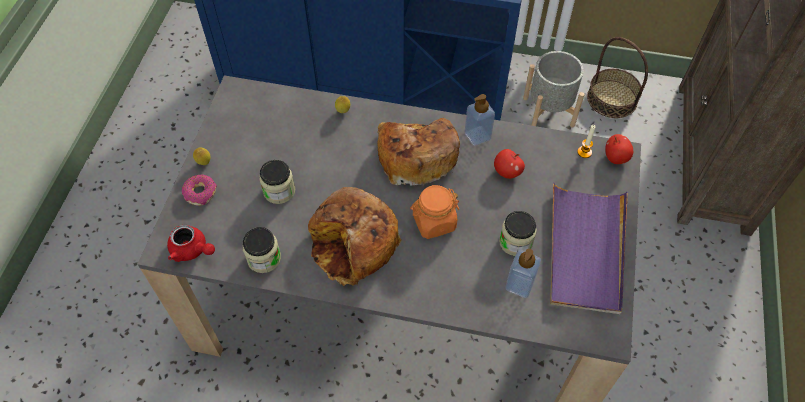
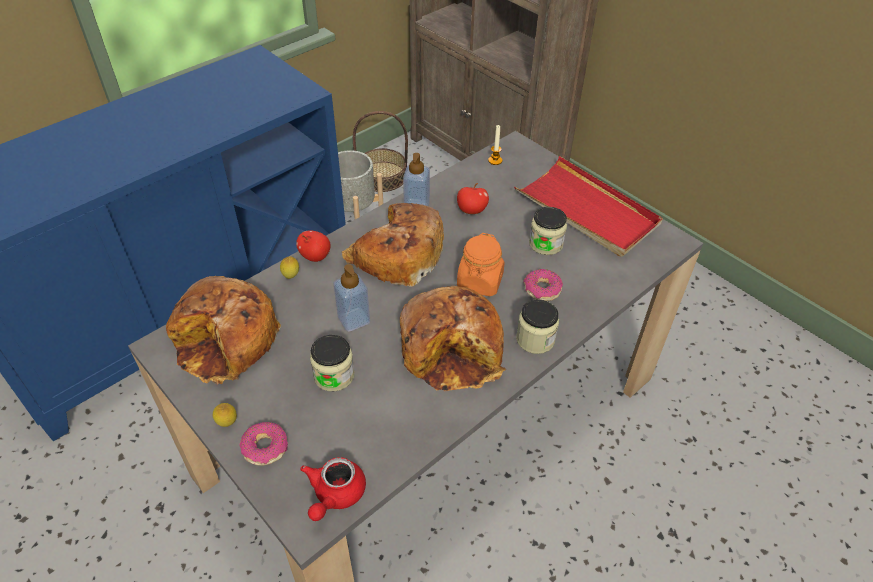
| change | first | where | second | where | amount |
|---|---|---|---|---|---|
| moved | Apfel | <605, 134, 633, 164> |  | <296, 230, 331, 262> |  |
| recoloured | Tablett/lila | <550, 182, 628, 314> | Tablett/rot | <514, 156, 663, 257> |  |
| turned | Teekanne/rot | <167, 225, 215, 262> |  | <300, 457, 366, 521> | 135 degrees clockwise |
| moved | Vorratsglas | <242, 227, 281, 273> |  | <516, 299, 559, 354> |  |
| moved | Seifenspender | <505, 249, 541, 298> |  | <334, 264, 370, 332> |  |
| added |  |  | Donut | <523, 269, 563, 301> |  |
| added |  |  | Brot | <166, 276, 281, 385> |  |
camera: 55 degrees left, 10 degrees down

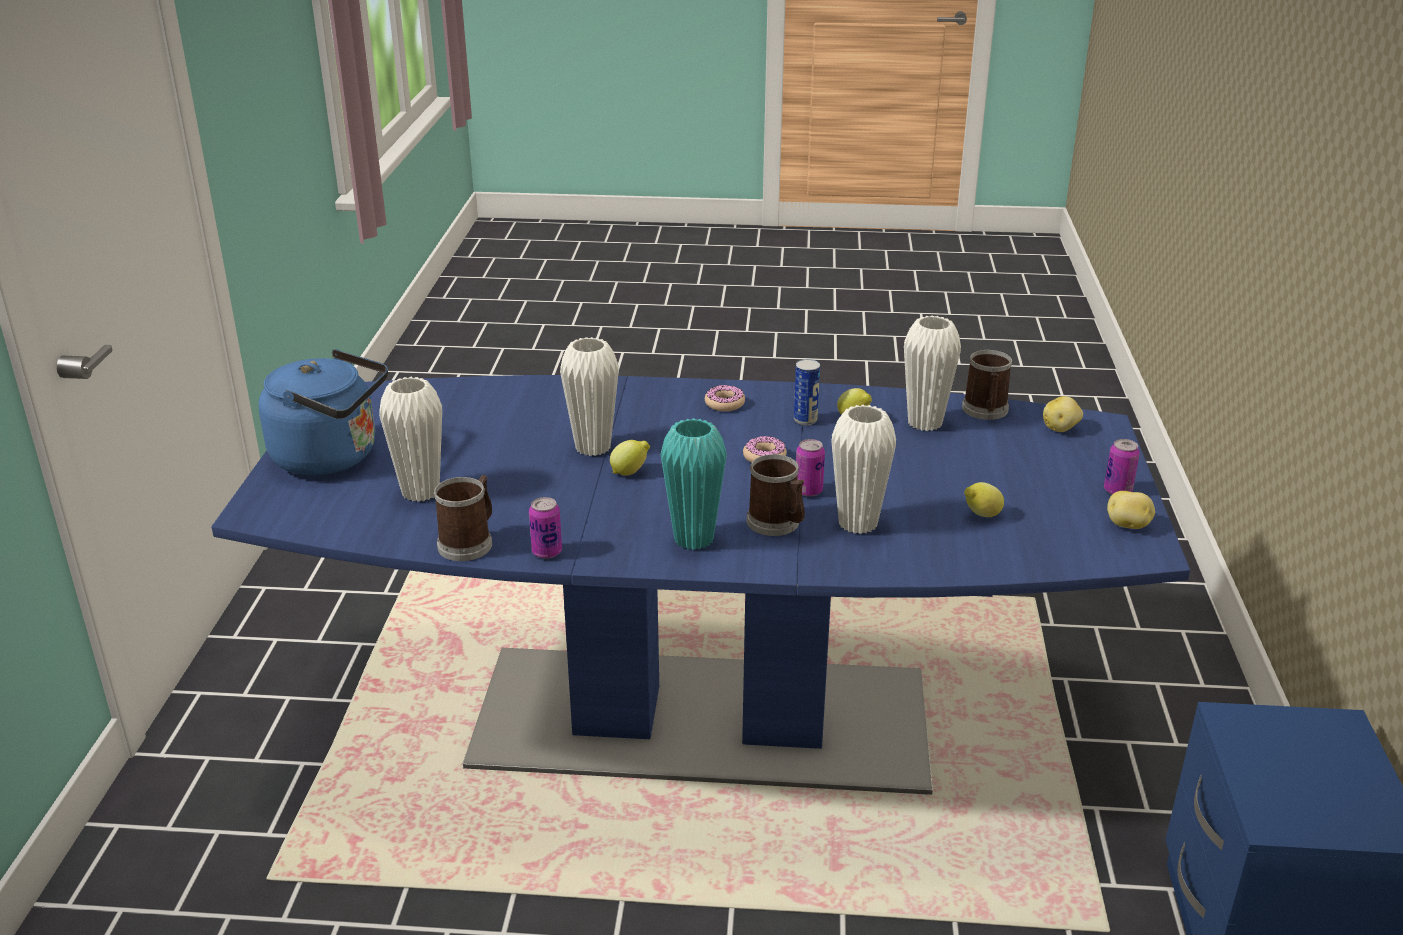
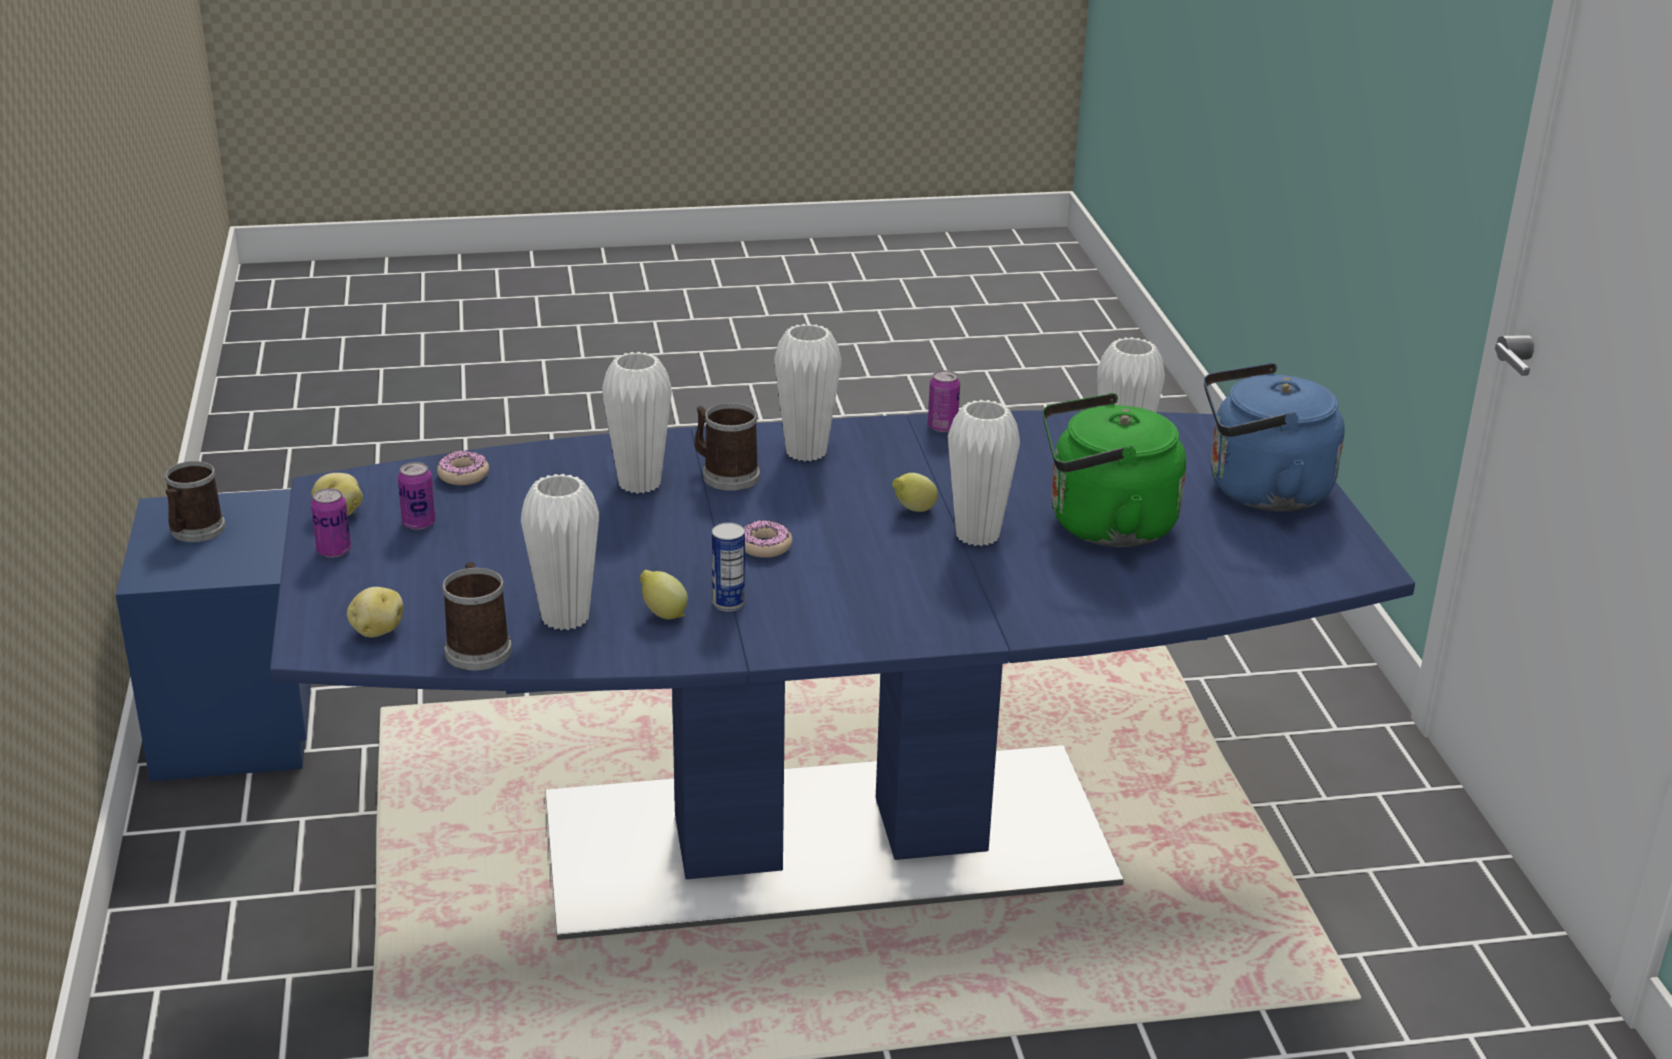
| change | first | where | second | where | amount |
|---|---|---|---|---|---|
| moved | Donut | <705, 385, 745, 411> |  | <437, 450, 489, 485> |  |
| recoloured | Vase/türkis | <661, 418, 727, 550> | Vase/weiß | <774, 324, 842, 462> |  |
| moved | Dose | <796, 439, 825, 497> |  | <398, 462, 436, 530> |  |
| moved | Henkelbecher | <433, 475, 492, 561> |  | <164, 461, 226, 542> |  |
| removed | Zitrone | <964, 482, 1004, 517> |  |  |  |
| added |  |  | Wasserkessel/grün | <1043, 393, 1186, 547> |  |
camera: 165 degrees right, 0 degrees up

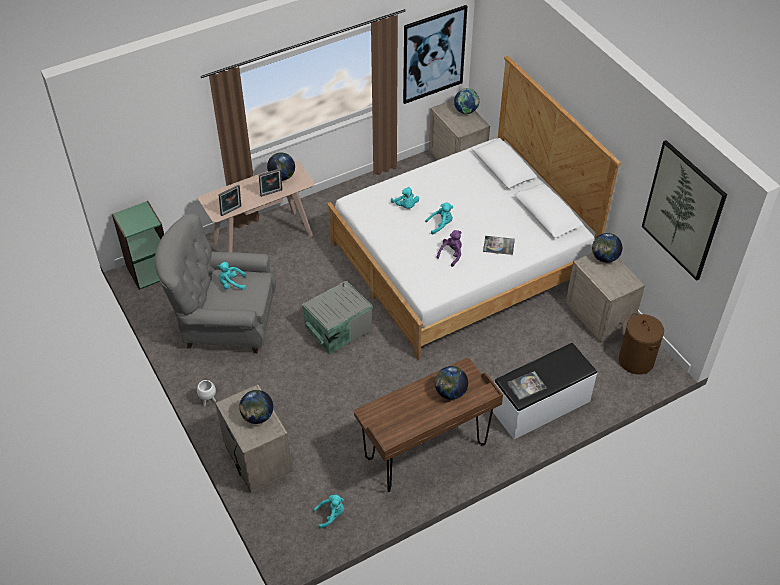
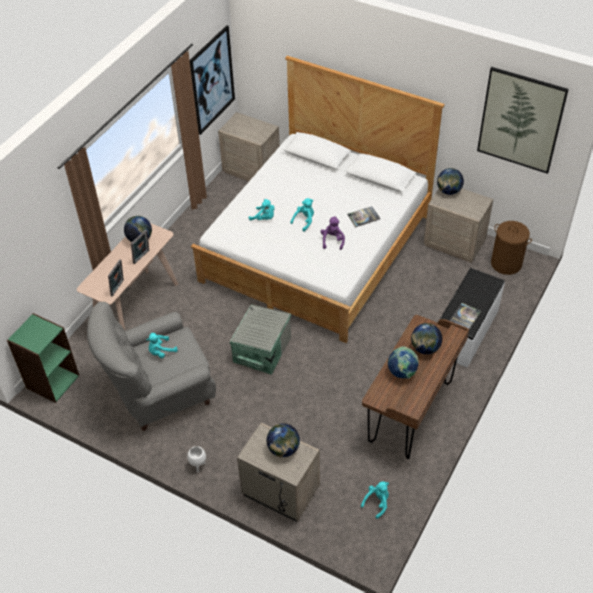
| change | first | where | second | where | amount |
|---|---|---|---|---|---|
| moved | Globus | <454, 88, 479, 115> |  | <388, 346, 419, 379> |  |
camera: 30 degrees left, 0 degrees up

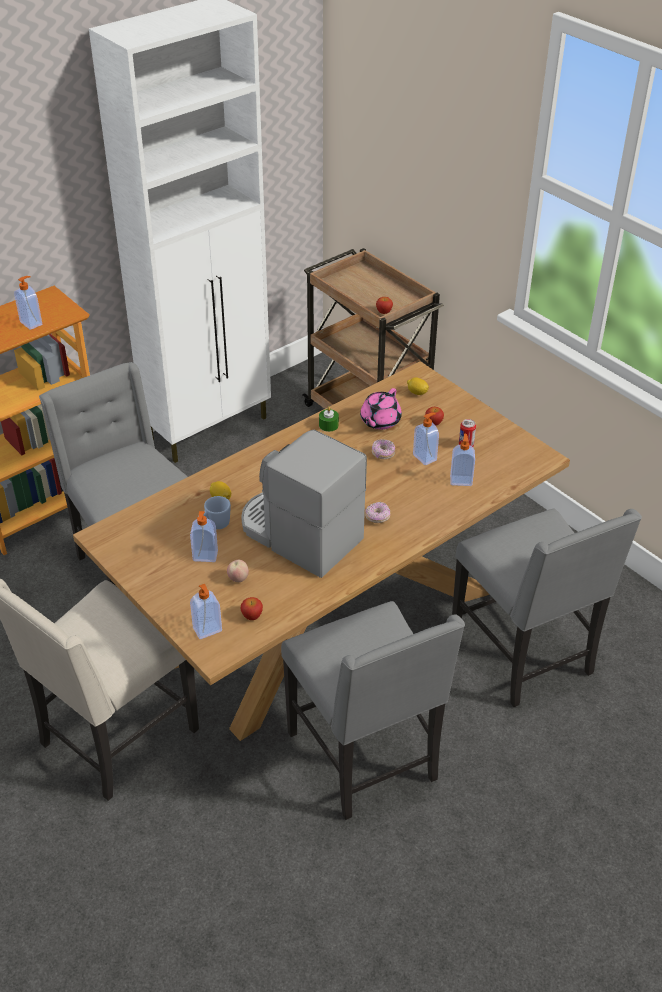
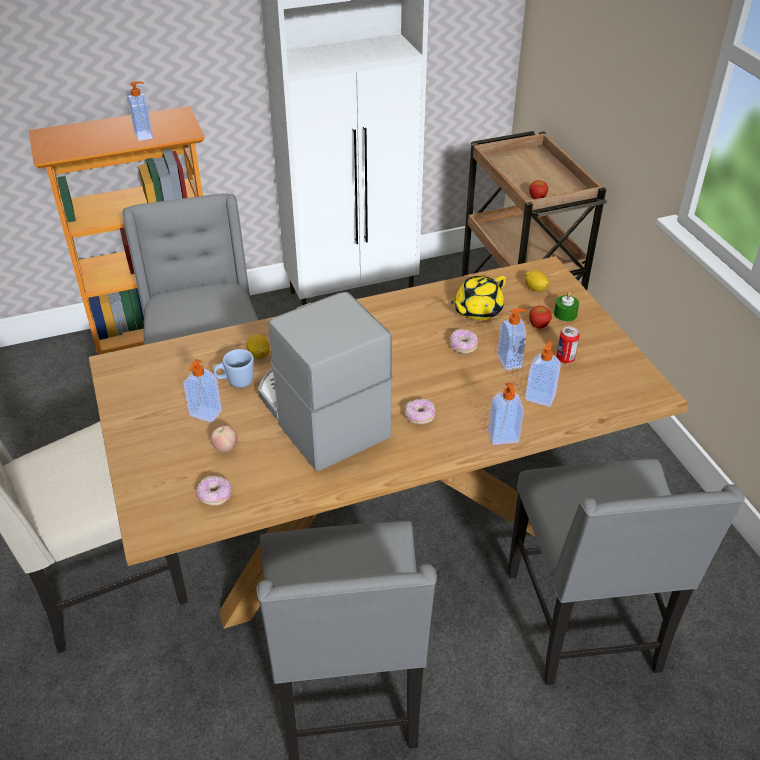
| change | first | where | second | where | amount |
|---|---|---|---|---|---|
| recoloured | Teekanne/rosa | <360, 388, 402, 430> | Teekanne/gelb | <451, 276, 506, 320> |  |
| moved | Kerze/grün | <319, 407, 339, 432> |  | <554, 292, 579, 321> |  |
| moved | Seifenspender | <190, 584, 222, 639> |  | <488, 383, 524, 445> |  |
| replaced | Apfel | <241, 597, 263, 620> | Donut | <196, 476, 232, 506> |  |
camera: 20 degrees right, 0 degrees up

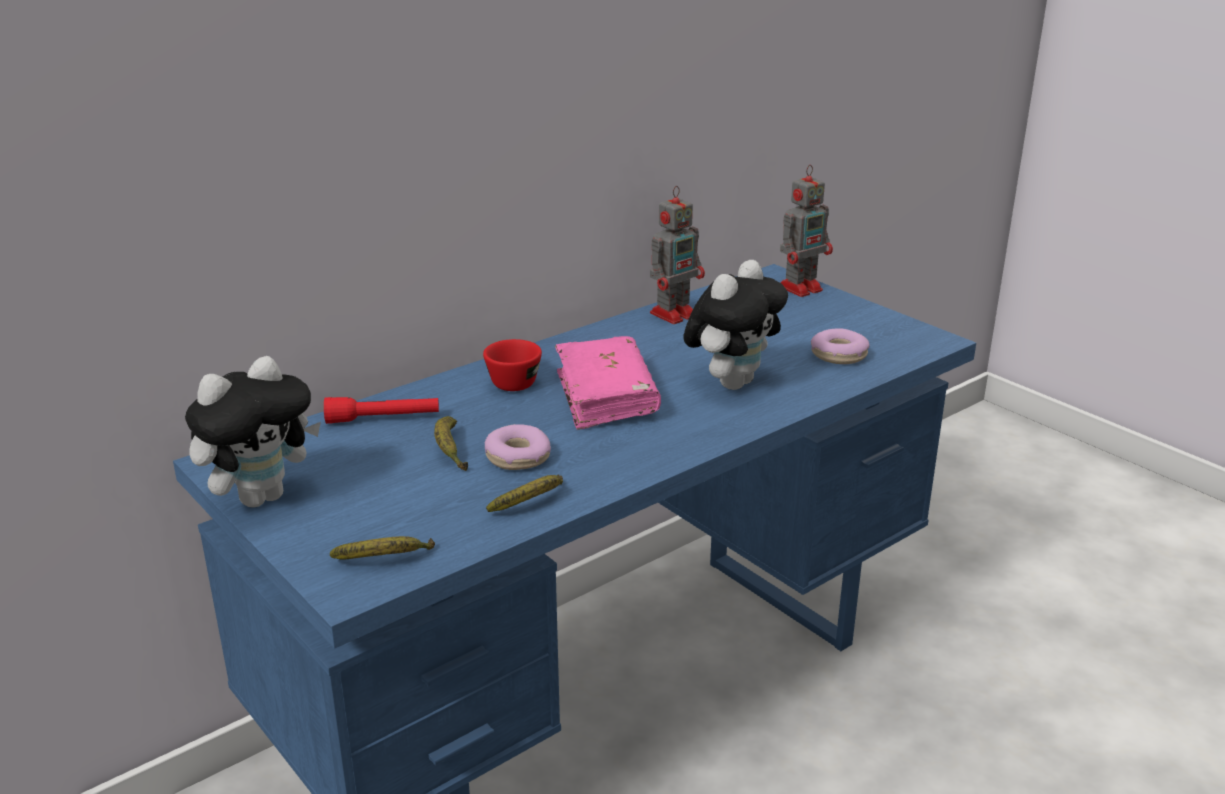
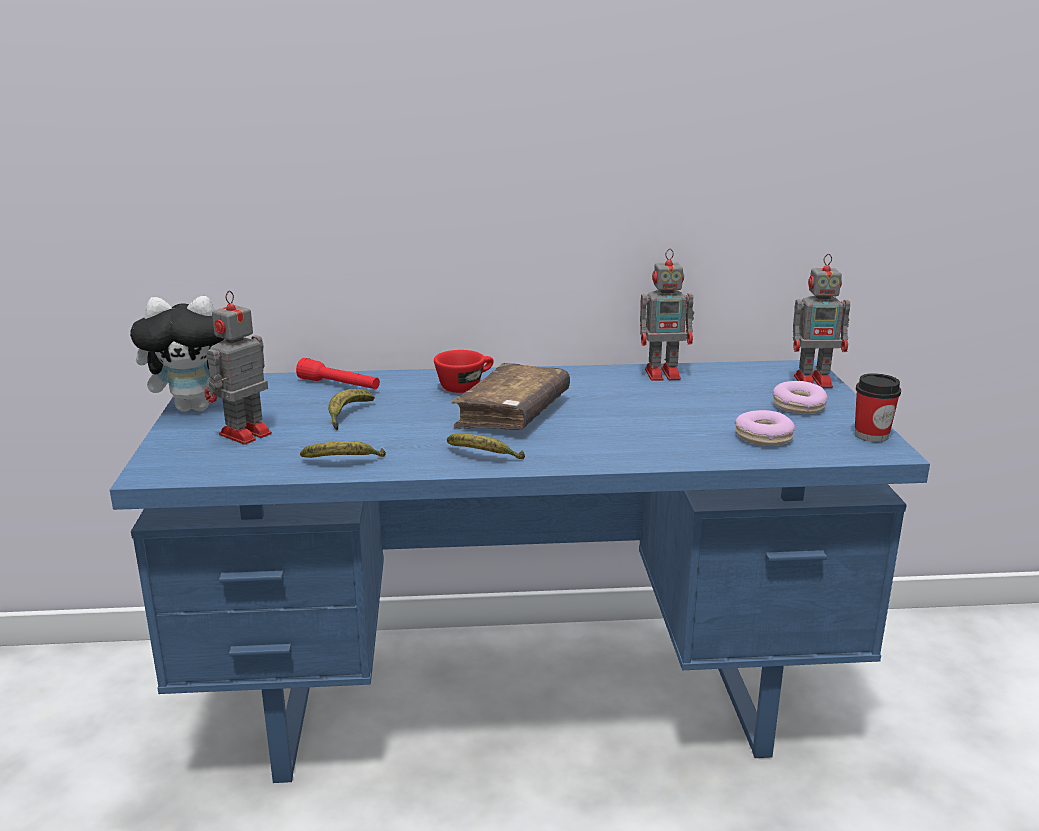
| change | first | where | second | where | amount |
|---|---|---|---|---|---|
| removed | Plüschtier | <683, 260, 788, 390> |  |  |  |
| recoloured | Buch/rosa | <555, 336, 661, 430> | Buch/braun | <451, 363, 570, 430> |  |
| moved | Donut | <485, 424, 551, 470> |  | <773, 381, 828, 414> |  |
| moved | Banane | <330, 536, 435, 560> |  | <447, 434, 525, 459> |  |
| added |  |  | Spielzeugroboter | <204, 290, 272, 445> |  |
| added |  |  | Tasse | <855, 373, 901, 442> |  |
camera: 35 degrees right, 5 degrees down

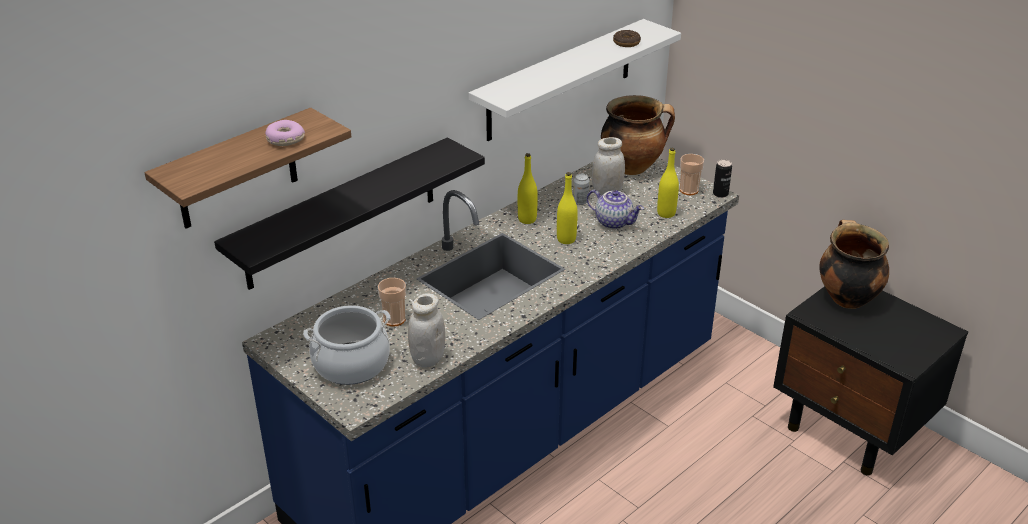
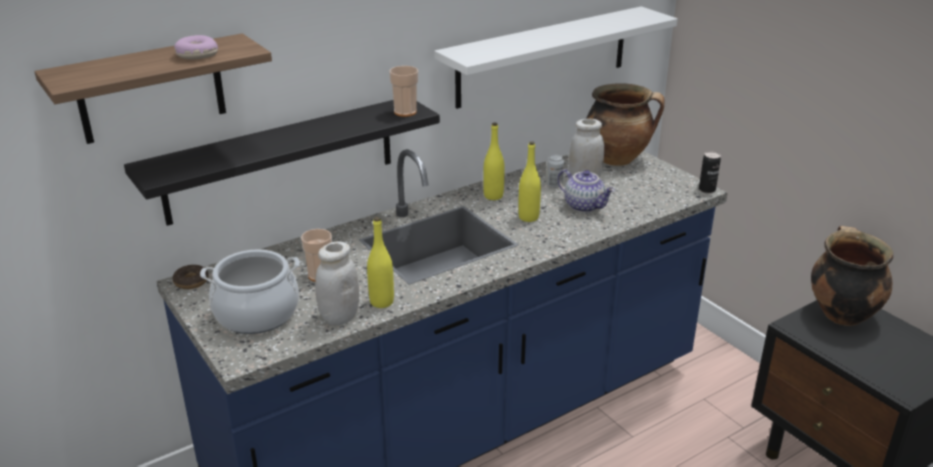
| change | first | where | second | where | amount |
|---|---|---|---|---|---|
| moved | Donut | <613, 30, 641, 47> |  | <172, 265, 209, 289> |  |
| moved | Flasche/gelb | <657, 148, 679, 218> |  | <367, 217, 394, 308> |  |
| moved | Tasse | <680, 154, 704, 195> |  | <389, 66, 418, 117> |  |
camera: 10 degrees right, 5 degrees down

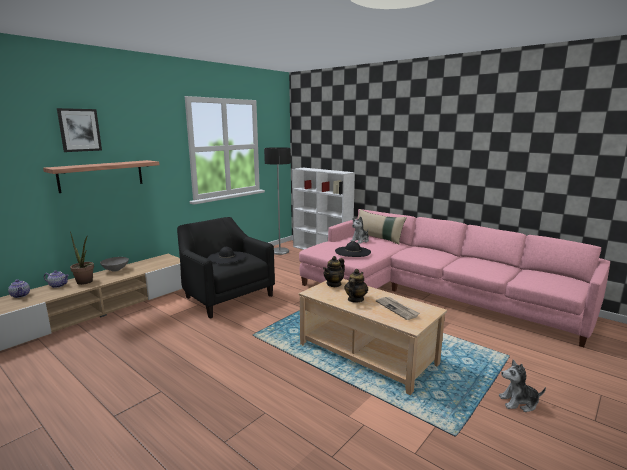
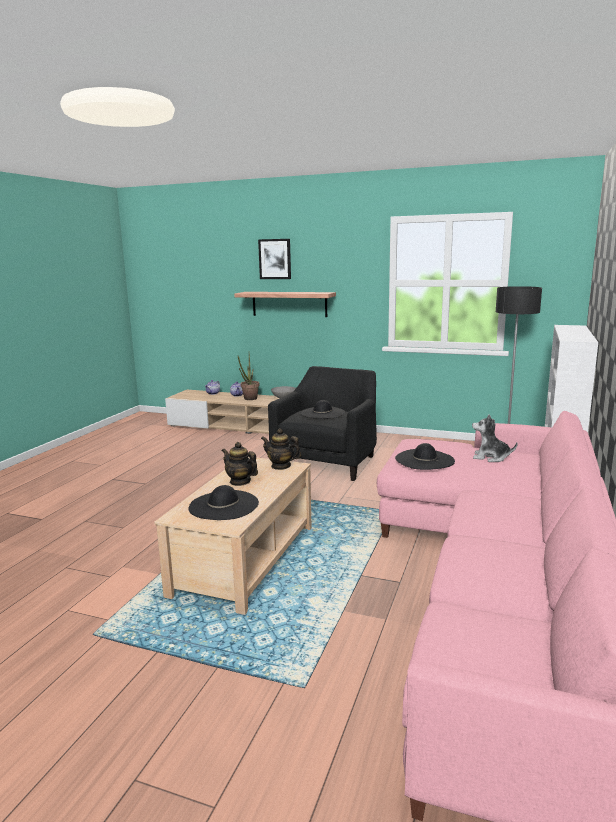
| change | first | where | second | where | amount |
|---|---|---|---|---|---|
| removed | Kissen/beige | <358, 209, 407, 244> |  |  |  |
| turned | Teekanne | <344, 269, 368, 302> |  | <222, 442, 258, 486> | 150 degrees counterclockwise |
| replaced | Zeitung | <376, 297, 420, 320> | Hut/schwarz | <188, 485, 259, 520> |  |
| removed | Plüschtier | <499, 360, 546, 412> |  |  |  |
camera: 70 degrees right, 0 degrees up

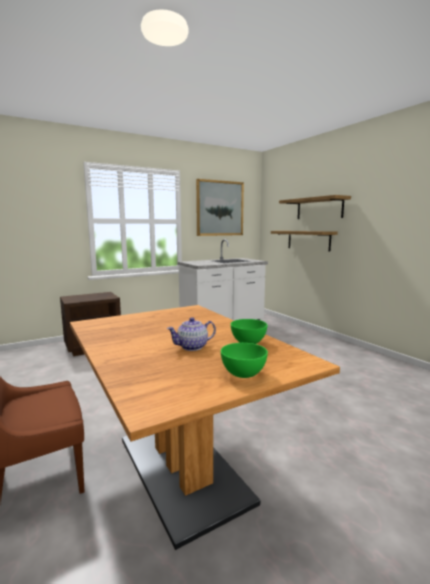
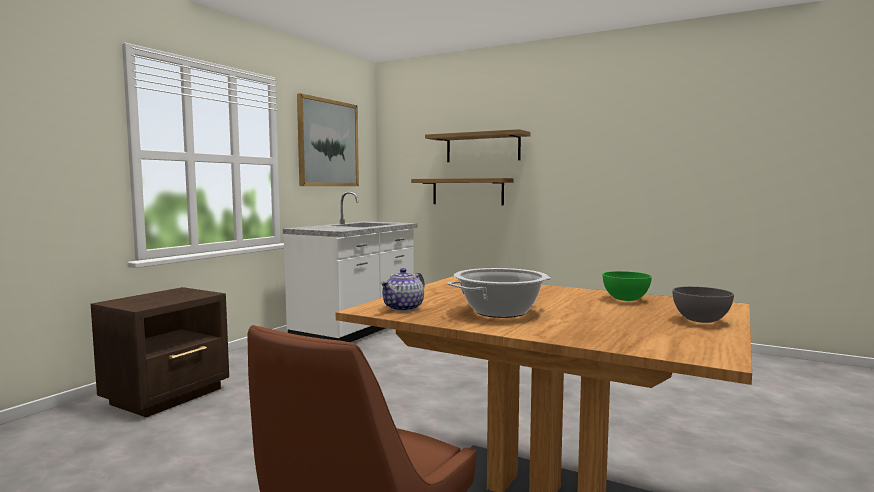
| change | first | where | second | where | amount |
|---|---|---|---|---|---|
| moved | Teekanne | <167, 317, 216, 351> |  | <380, 268, 425, 311> |  |
| recoloured | Schüssel/grün | <221, 343, 268, 378> | Schüssel/grau | <672, 286, 734, 323> |  |
| added |  |  | Kochtopf | <447, 268, 551, 318> |  |
camera: 30 degrees left, 5 degrees down

